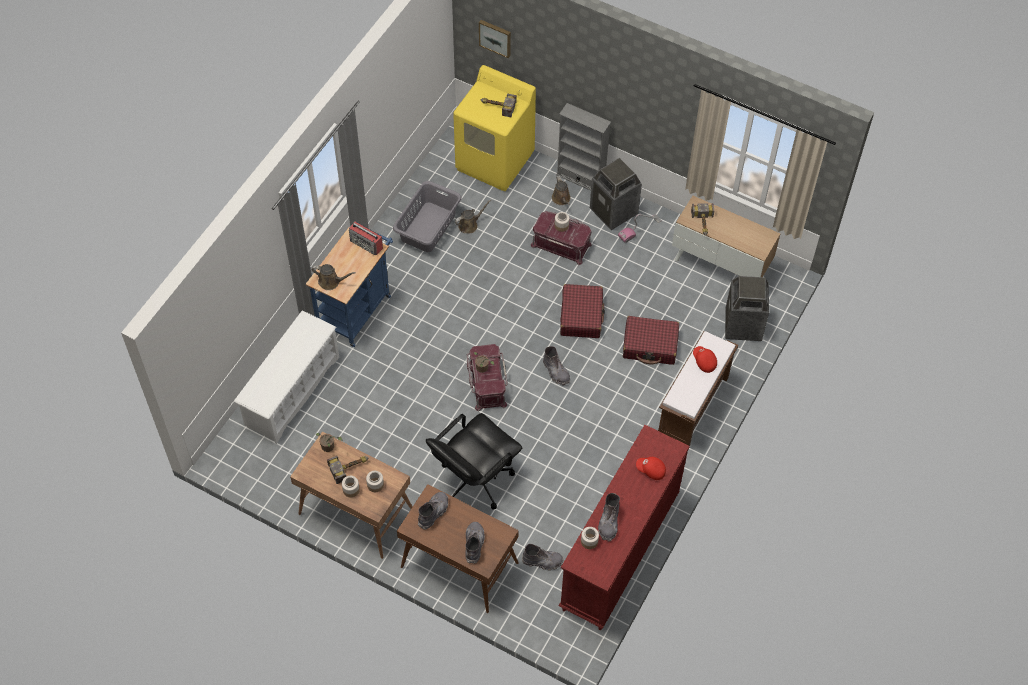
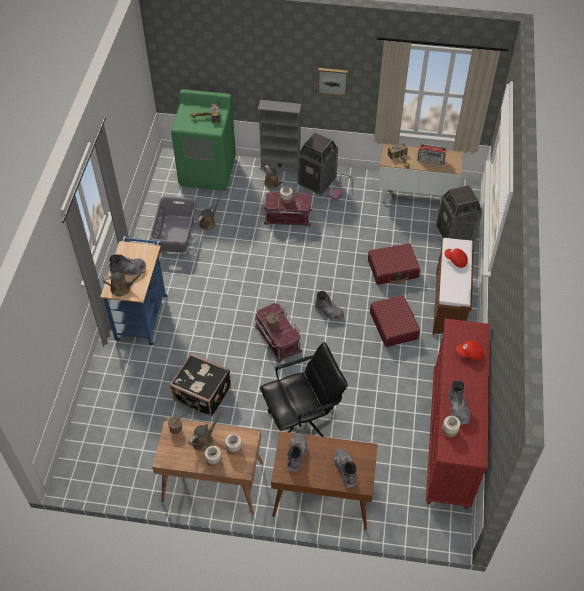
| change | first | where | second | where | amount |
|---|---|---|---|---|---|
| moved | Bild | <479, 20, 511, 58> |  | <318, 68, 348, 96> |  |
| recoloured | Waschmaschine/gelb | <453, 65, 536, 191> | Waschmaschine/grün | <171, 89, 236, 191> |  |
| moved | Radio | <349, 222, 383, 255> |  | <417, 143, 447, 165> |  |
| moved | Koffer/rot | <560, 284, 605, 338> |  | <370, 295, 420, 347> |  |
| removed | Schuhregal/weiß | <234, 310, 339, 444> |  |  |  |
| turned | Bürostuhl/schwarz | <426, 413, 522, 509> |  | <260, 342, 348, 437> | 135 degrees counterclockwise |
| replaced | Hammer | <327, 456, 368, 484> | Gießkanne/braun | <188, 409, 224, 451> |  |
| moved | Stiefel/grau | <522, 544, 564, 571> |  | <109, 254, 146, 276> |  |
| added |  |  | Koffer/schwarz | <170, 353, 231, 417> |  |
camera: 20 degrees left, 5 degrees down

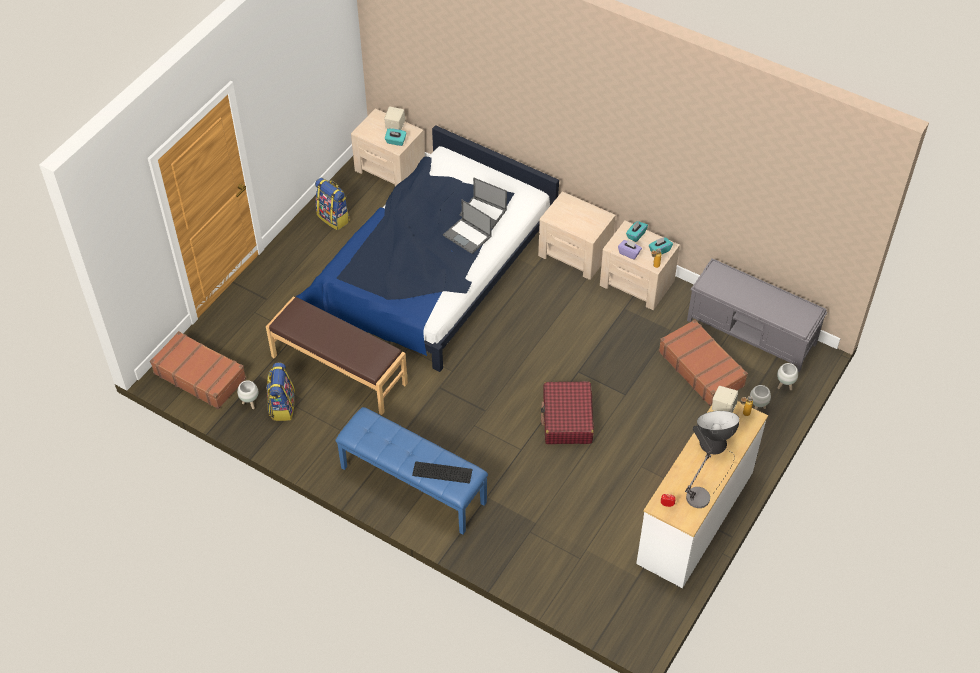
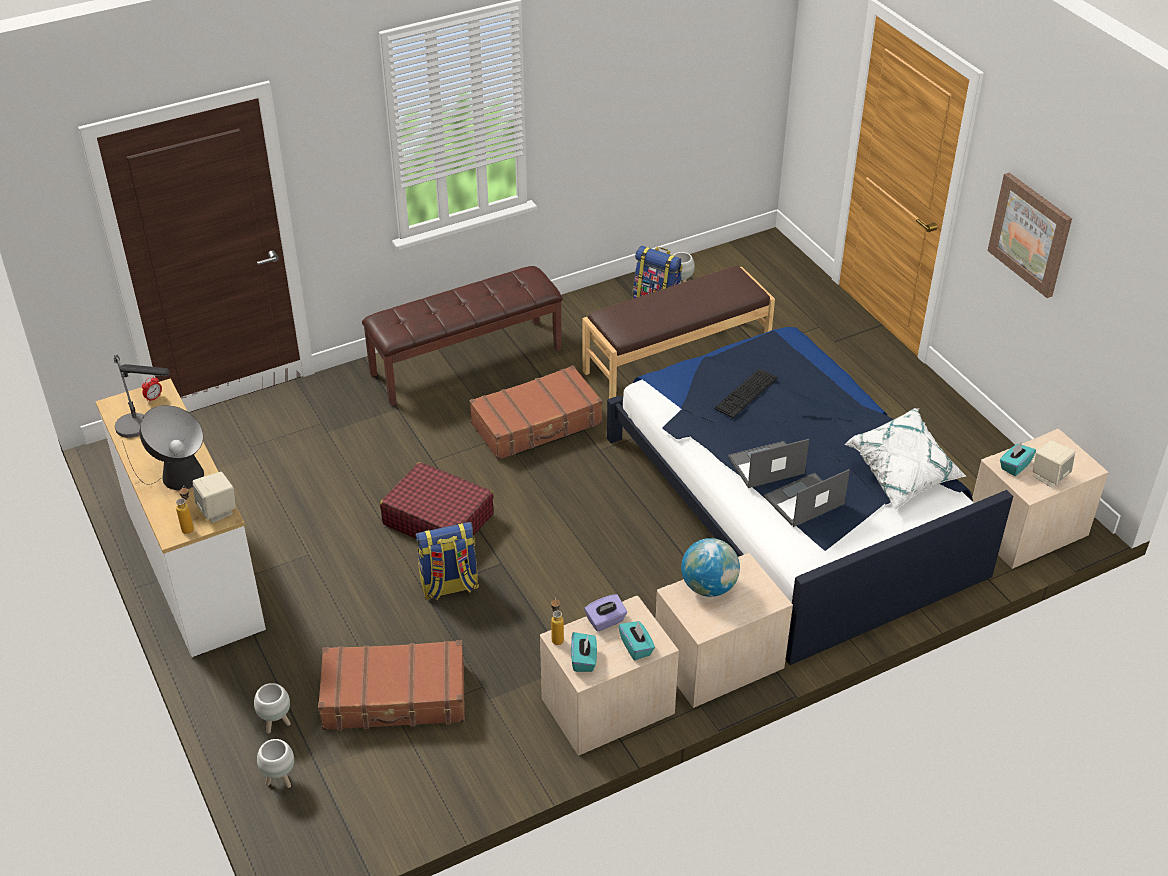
| change | first | where | second | where | amount |
|---|---|---|---|---|---|
| moved | Rucksack | <315, 177, 350, 230> |  | <415, 522, 479, 600> |  |
| removed | Bank/grau | <687, 258, 827, 372> |  |  |  |
| moved | Koffer/braun | <150, 331, 246, 409> |  | <470, 366, 603, 460> |  |
| recoloured | Bank/blau | <335, 407, 488, 535> | Bank/braun | <362, 266, 563, 406> |  |
| moved | Tastatur | <412, 461, 472, 483> |  | <714, 369, 778, 418> |  |
| added |  |  | Bild | <988, 173, 1072, 298> |  |
| added |  |  | Kissen/weiß | <844, 408, 966, 511> |  |
| added |  |  | Globus | <681, 538, 740, 597> |  |
camera: 120 degrees right, 10 degrees down

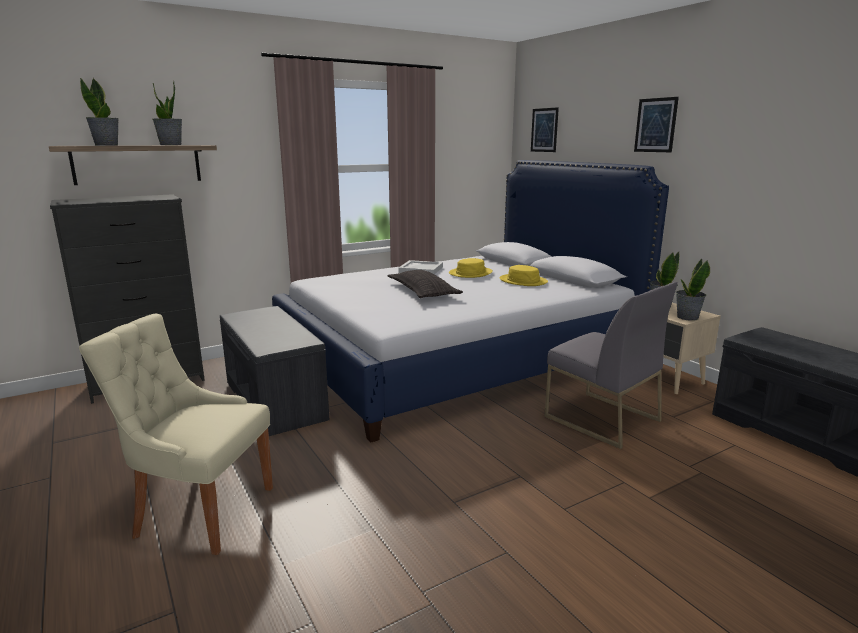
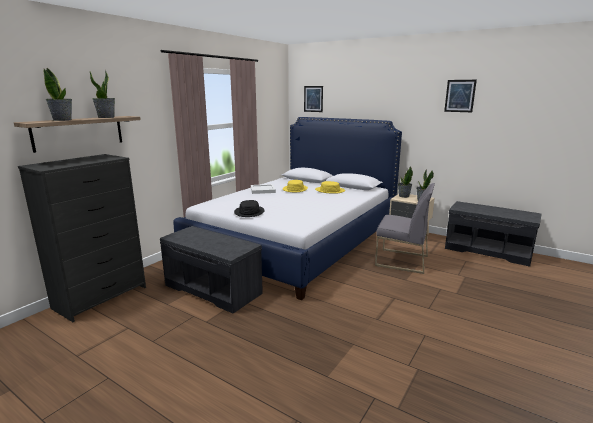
| change | first | where | second | where | amount |
|---|---|---|---|---|---|
| moved | Bild | <634, 97, 679, 152> |  | <444, 80, 477, 112> |  |
| removed | Kissen | <388, 270, 463, 298> |  |  |  |
| removed | Stuhl/beige | <79, 313, 273, 555> |  |  |  |
| added |  |  | Hut/schwarz | <234, 200, 265, 217> |  |
camera: 25 degrees left, 0 degrees up

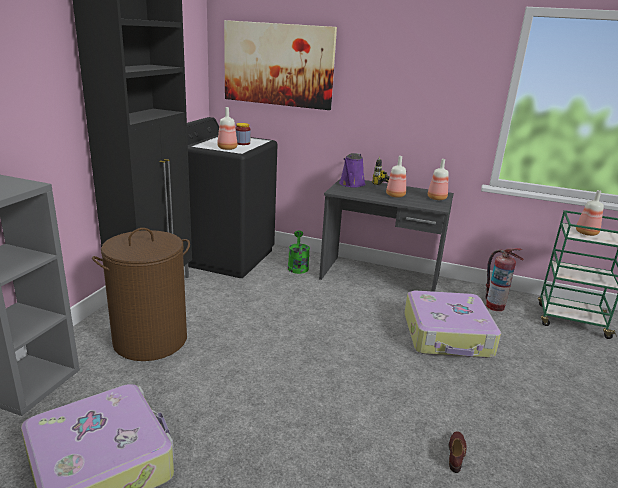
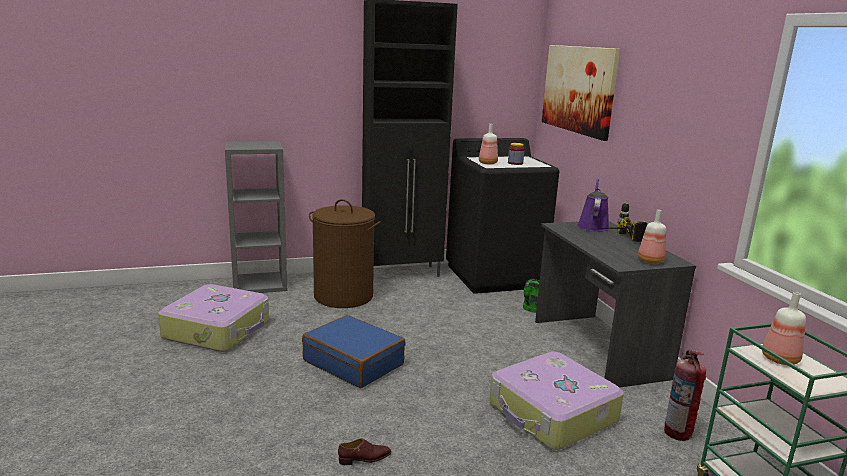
| change | first | where | second | where | amount |
|---|---|---|---|---|---|
| turned | Gießkanne/lila | <339, 153, 366, 187> |  | <577, 179, 609, 232> | 120 degrees clockwise |
| removed | Flasche | <386, 156, 406, 198> |  |  |  |
| added |  |  | Koffer/blau | <302, 315, 406, 388> |  |
camera: 55 degrees right, 5 degrees down

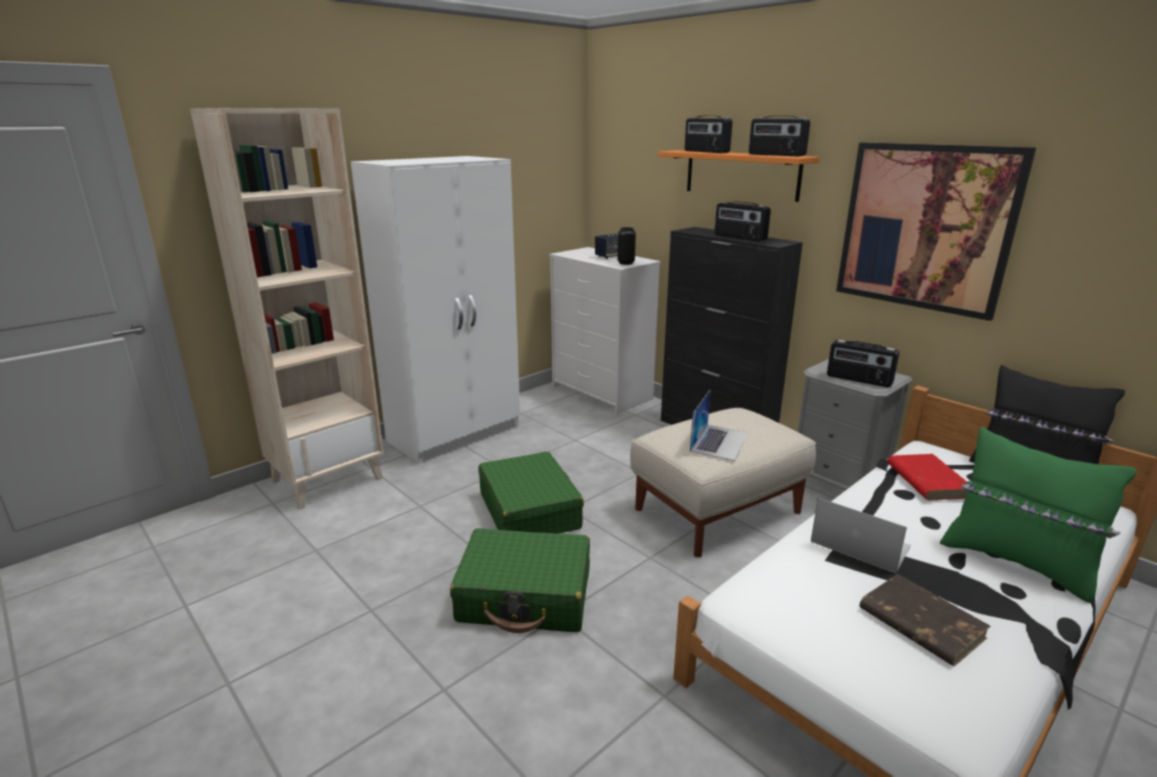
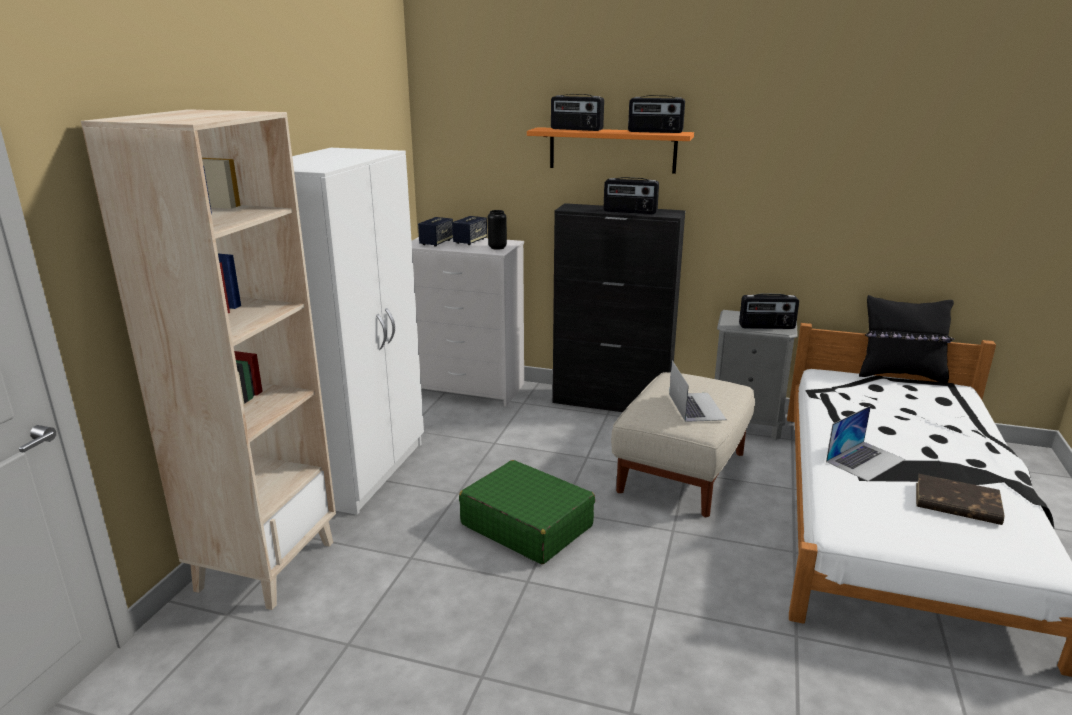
| change | first | where | second | where | amount |
|---|---|---|---|---|---|
| removed | Bild | <836, 142, 1036, 321> |  |  |  |
| removed | Kissen/grün | <940, 427, 1137, 603> |  |  |  |
| removed | Buch/rot | <887, 454, 968, 501> |  |  |  |
| turned | Laptop | <811, 498, 911, 574> |  | <826, 406, 905, 481> | 135 degrees clockwise |
| removed | Koffer/grün | <450, 528, 590, 633> |  |  |  |
| added |  |  | Lautsprecher | <418, 217, 453, 247> |  |
camera: 30 degrees left, 0 degrees up

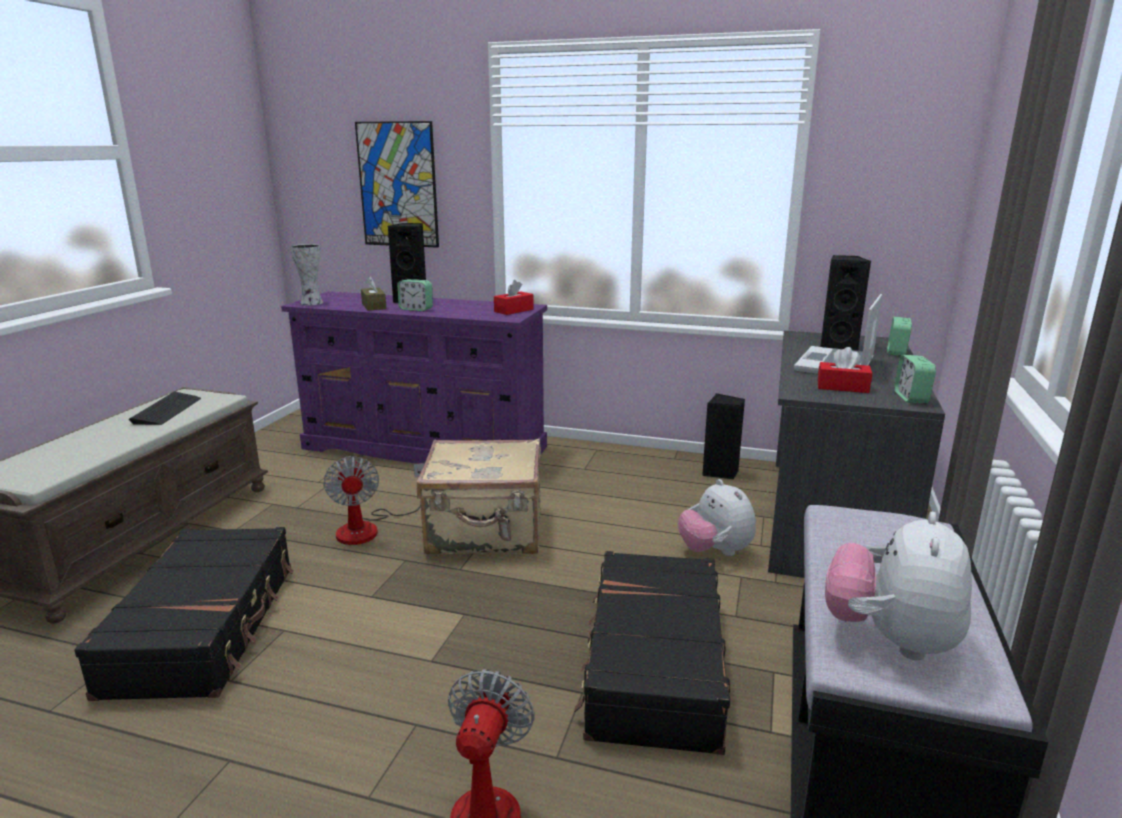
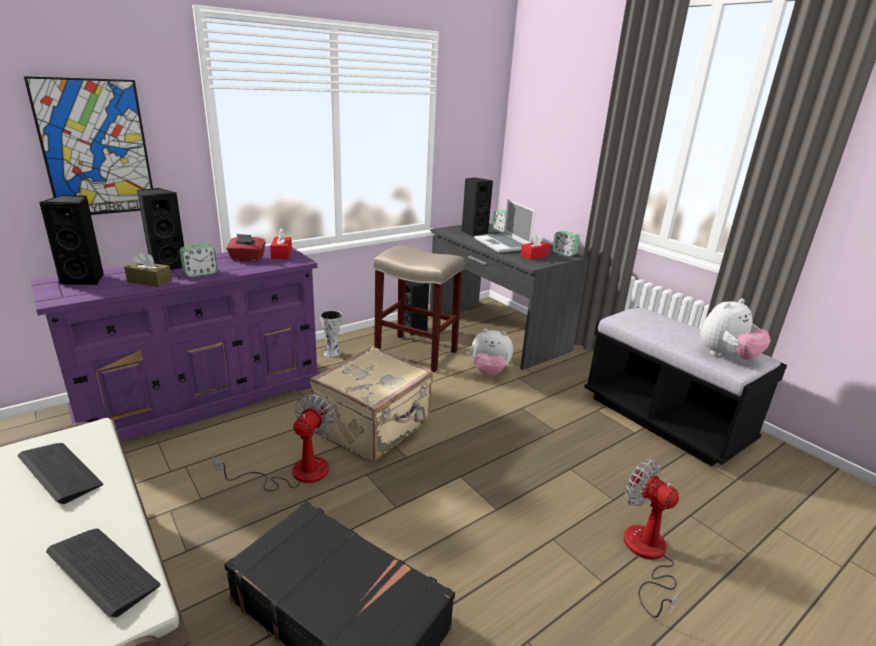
| change | first | where | second | where | amount |
|---|---|---|---|---|---|
| moved | Vase | <290, 244, 323, 305> |  | <320, 310, 342, 357> |  |
| turned | Ventilator | <323, 456, 424, 545> |  | <213, 395, 336, 491> | 90 degrees counterclockwise |
| turned | Plüschtier | <825, 512, 972, 661> |  | <700, 299, 770, 360> | 90 degrees counterclockwise |
| removed | Koffer/schwarz | <574, 551, 730, 755> |  |  |  |
| added |  |  | Lautsprecher/schwarz | <39, 195, 104, 285> |  |
| added |  |  | Taschentuchbox/rot | <226, 234, 266, 261> |  |
| added |  |  | Hocker/beige | <373, 245, 465, 372> |  |
| added |  |  | Tastatur | <46, 529, 161, 617> |  |
camera: 55 degrees left, 5 degrees up

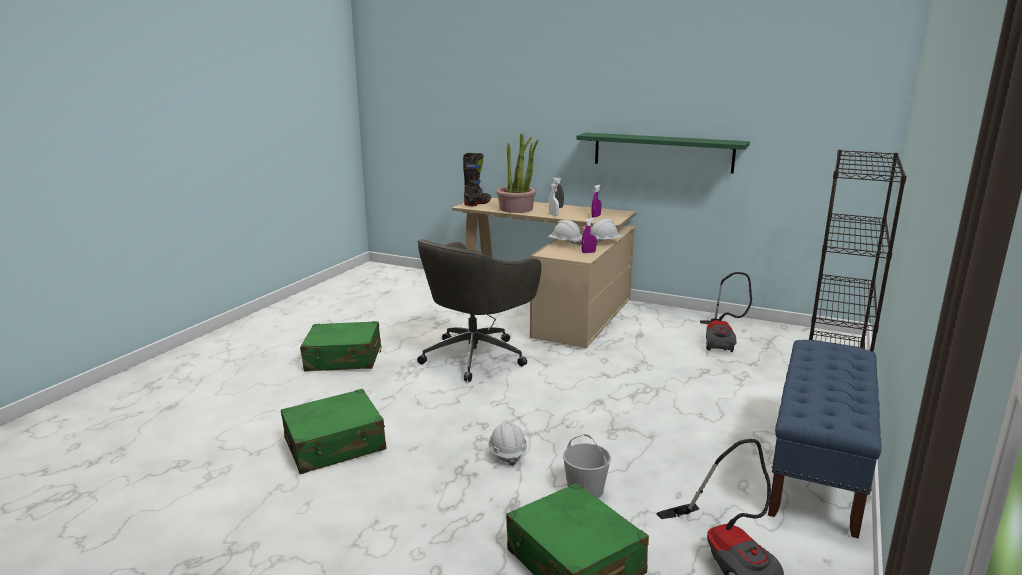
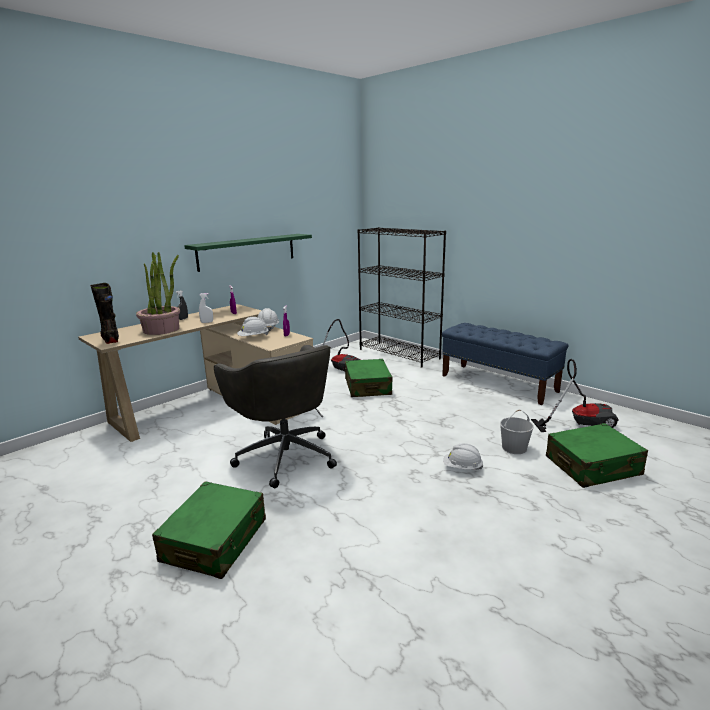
| change | first | where | second | where | amount |
|---|---|---|---|---|---|
| moved | Koffer/grün | <281, 389, 386, 474> |  | <345, 359, 392, 397> |  |
camera: 70 degrees left, 0 degrees up

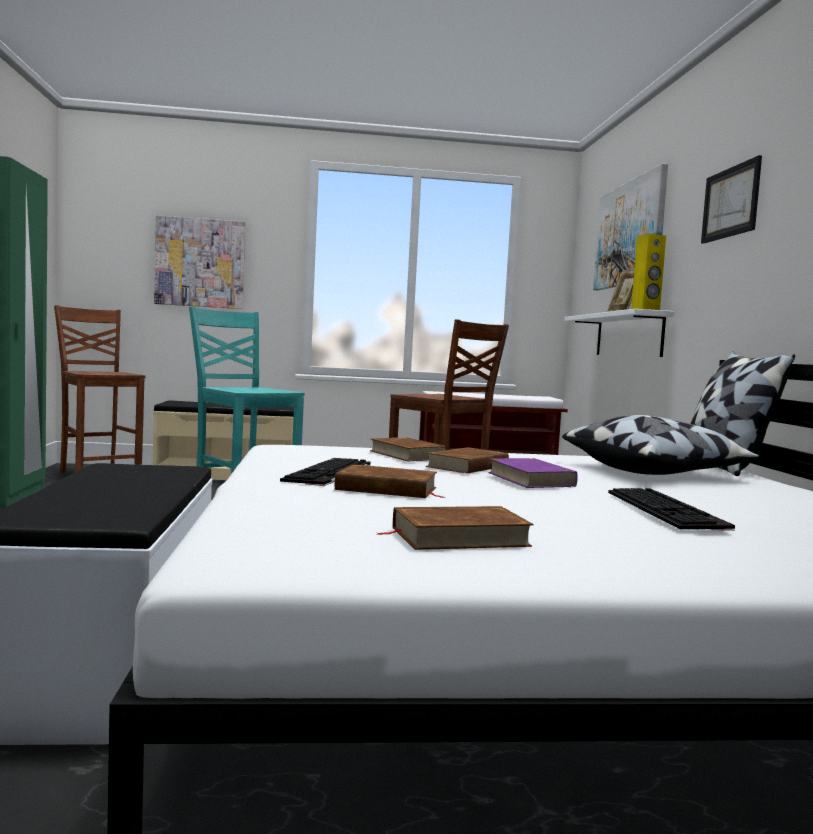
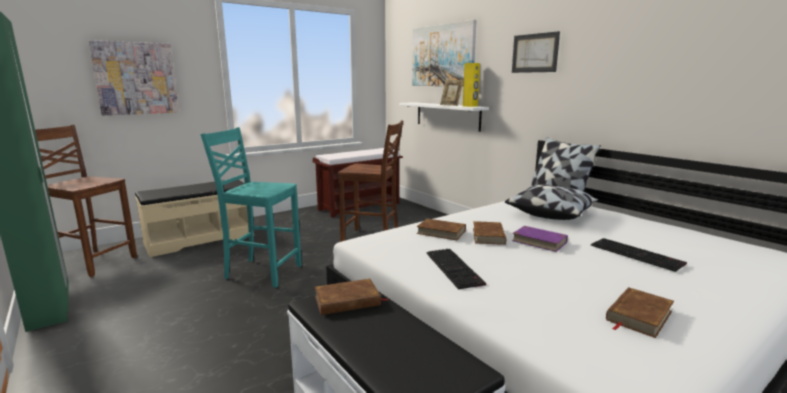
| change | first | where | second | where | amount |
|---|---|---|---|---|---|
| moved | Buch/braun | <335, 464, 444, 498> |  | <315, 279, 388, 315> |  |
camera: 30 degrees left, 10 degrees up

